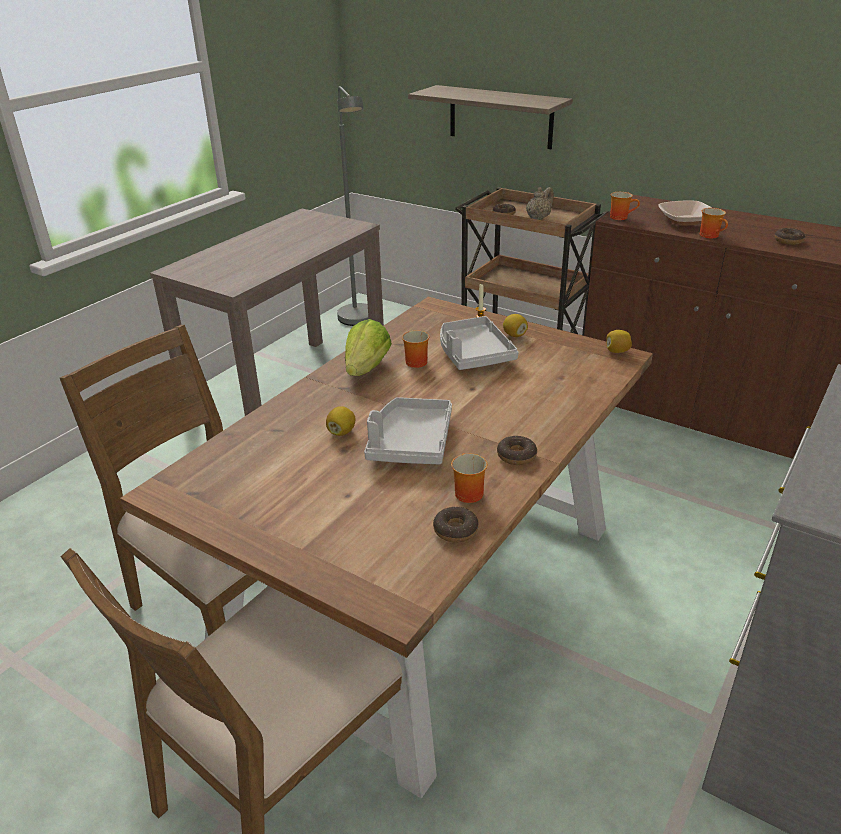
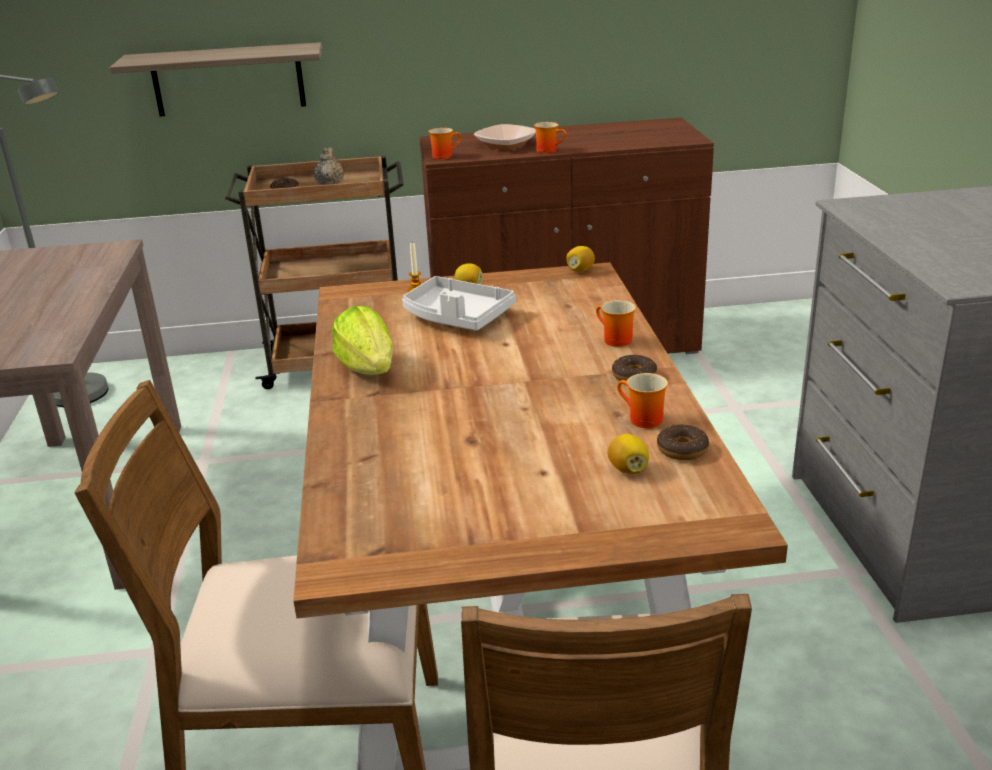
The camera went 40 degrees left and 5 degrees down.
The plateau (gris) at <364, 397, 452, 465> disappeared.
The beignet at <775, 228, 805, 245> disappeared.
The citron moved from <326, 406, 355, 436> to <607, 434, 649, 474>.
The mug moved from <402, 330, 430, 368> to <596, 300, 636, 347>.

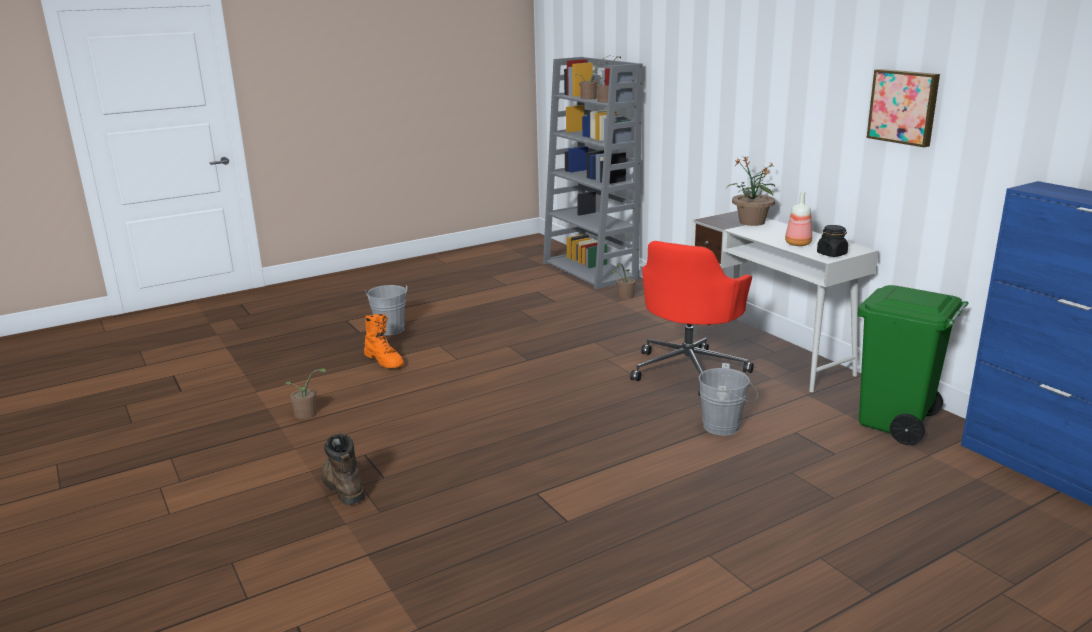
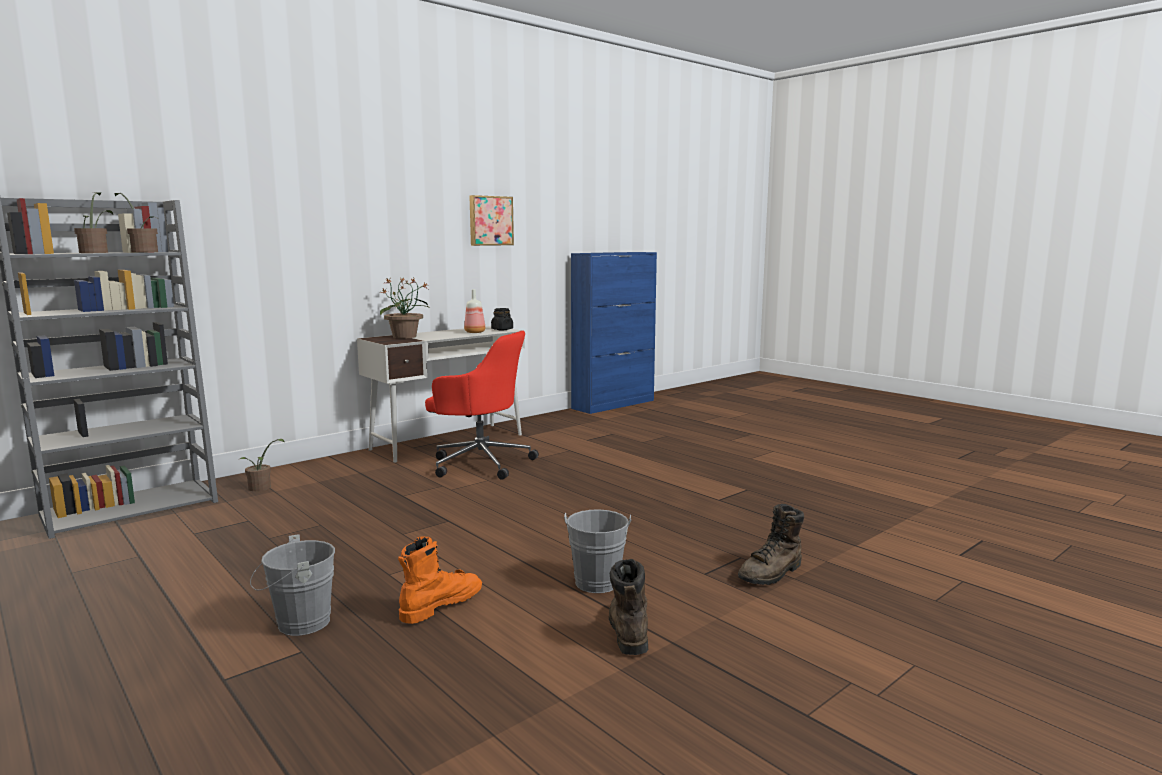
The camera went 100 degrees left and 10 degrees down.
The poubelle (vert) at <857, 285, 968, 445> disappeared.
The seau (gris) moved from <699, 363, 758, 436> to <564, 509, 631, 593>.
The plante en pot at <285, 368, 327, 419> was replaced by the botte (marron) at <609, 559, 648, 655>.

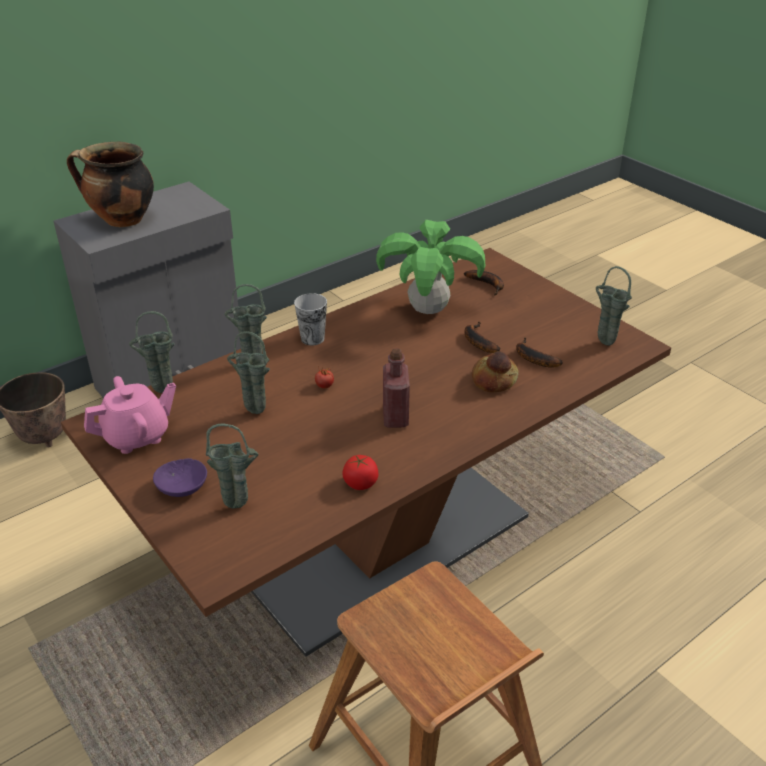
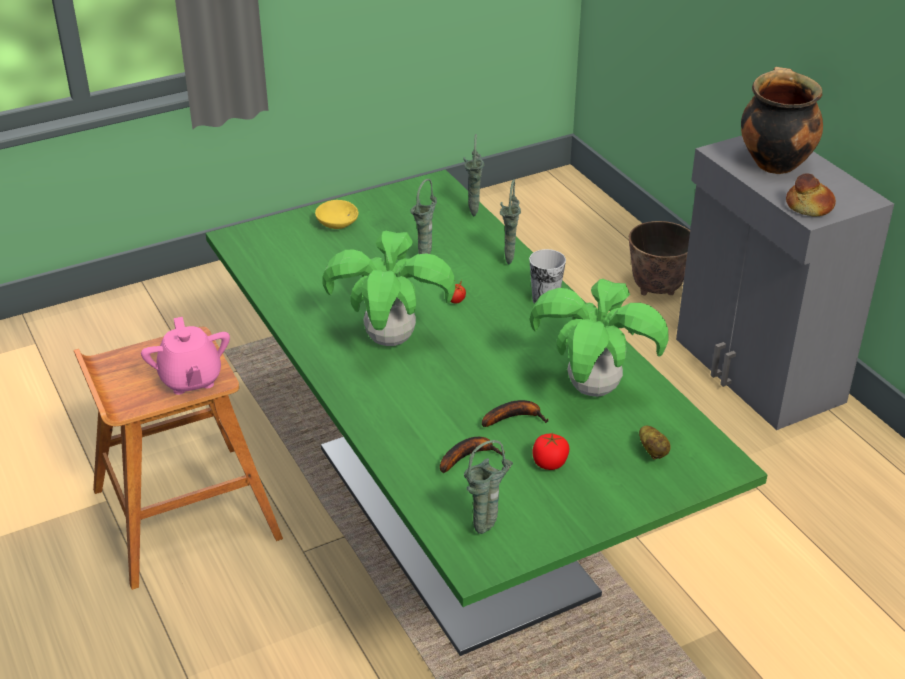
The camera went 100 degrees right and 0 degrees up.
The vase (vert) at <206, 423, 259, 508> disappeared.
The théière (rose) moved from <84, 376, 176, 454> to <141, 317, 230, 395>.
The tomate moved from <342, 455, 378, 490> to <532, 434, 569, 470>.
The pain moved from <472, 351, 519, 393> to <786, 173, 836, 217>.
The bouteille (rouge) at <383, 349, 410, 428> was replaced by the plante en pot at <323, 231, 455, 346>.
The banane at <464, 270, 504, 296> was replaced by the pomme de terre at <639, 426, 671, 459>.
The table à manger (marron) at <61, 248, 671, 657> became the table à manger (vert) at <206, 170, 767, 656>.
The bol (violet) at <153, 458, 207, 497> became the bol (jaune) at <315, 200, 358, 229>.

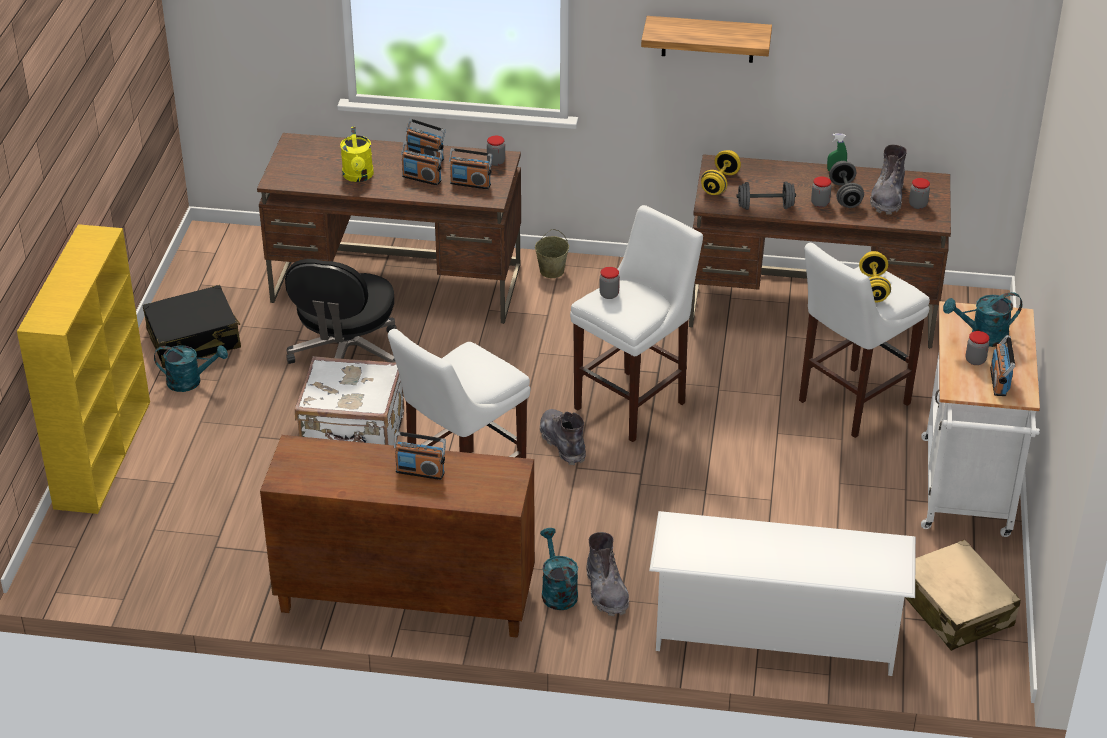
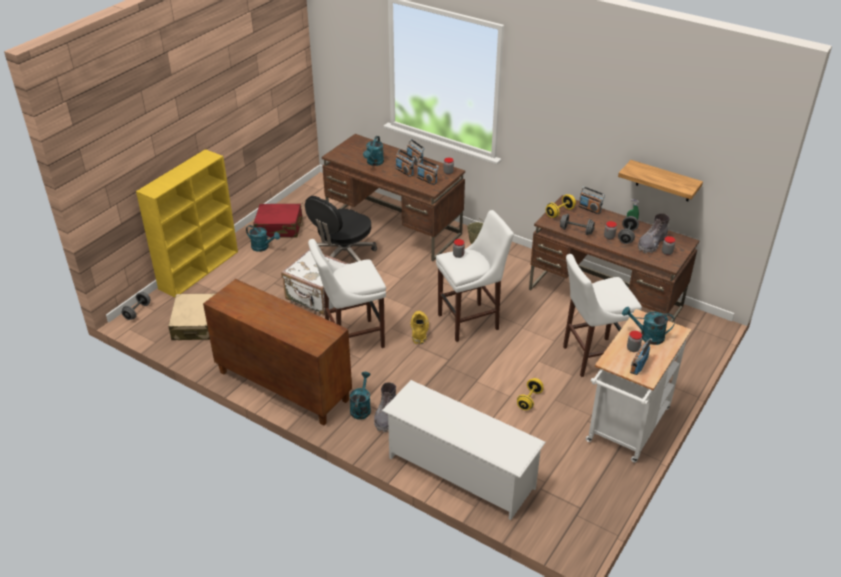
The camera went 25 degrees right and 0 degrees up.
The haltère (gris) at <122, 292, 150, 320> appeared.
The radio moved from <394, 431, 446, 480> to <578, 186, 605, 214>.
The étagère moved from <641, 16, 772, 63> to <618, 160, 703, 201>.
The haltère (jaune) moved from <859, 251, 891, 302> to <517, 378, 543, 410>.
The valise (beige) moved from <905, 540, 1021, 651> to <168, 293, 216, 340>.
The valise (noir) at <143, 285, 241, 368> became the valise (rouge) at <253, 204, 303, 238>.
The arrosoir (jaune) at <340, 127, 374, 182> became the arrosoir (turquoise) at <363, 136, 384, 166>.
The botte (gris) at <540, 409, 586, 465> became the botte (jaune) at <410, 311, 429, 344>.

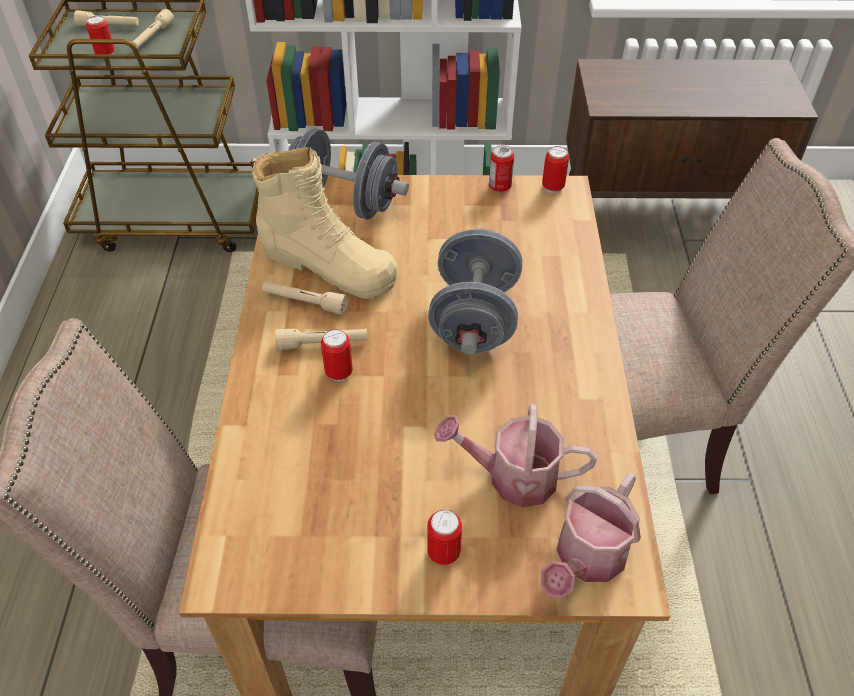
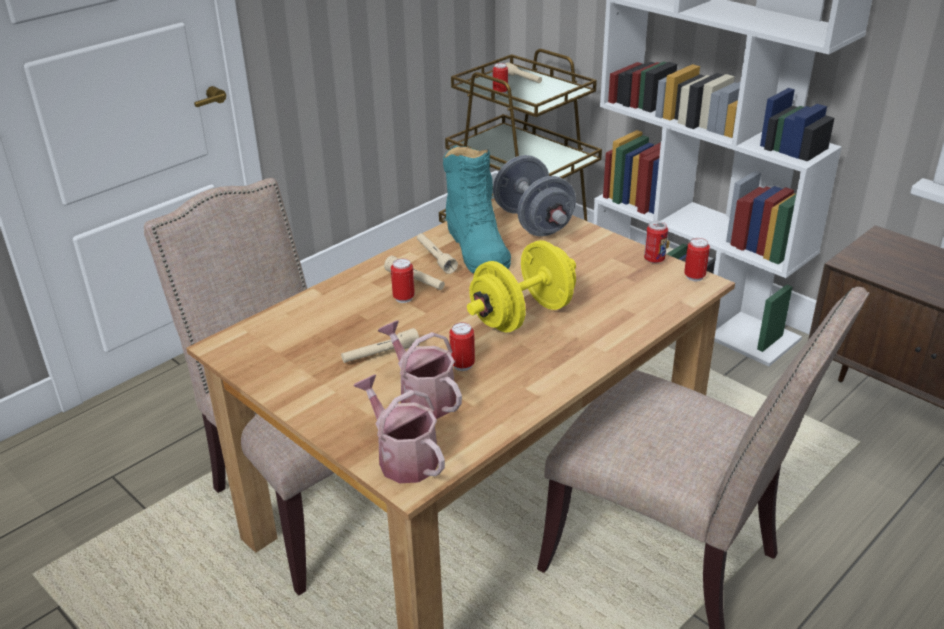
The camera went 45 degrees right and 15 degrees down.
The lampe de poche (beige) moved from <132, 9, 174, 49> to <341, 328, 420, 363>.
The boîte métallique moved from <427, 510, 462, 565> to <450, 322, 475, 371>.
The botte (beige) at <250, 147, 398, 299> became the botte (turquoise) at <443, 146, 511, 273>.
The haltère (gris) at <428, 228, 522, 355> became the haltère (jaune) at <467, 240, 576, 333>.
The arrosoir at <541, 473, 641, 599> turned 60 degrees clockwise.

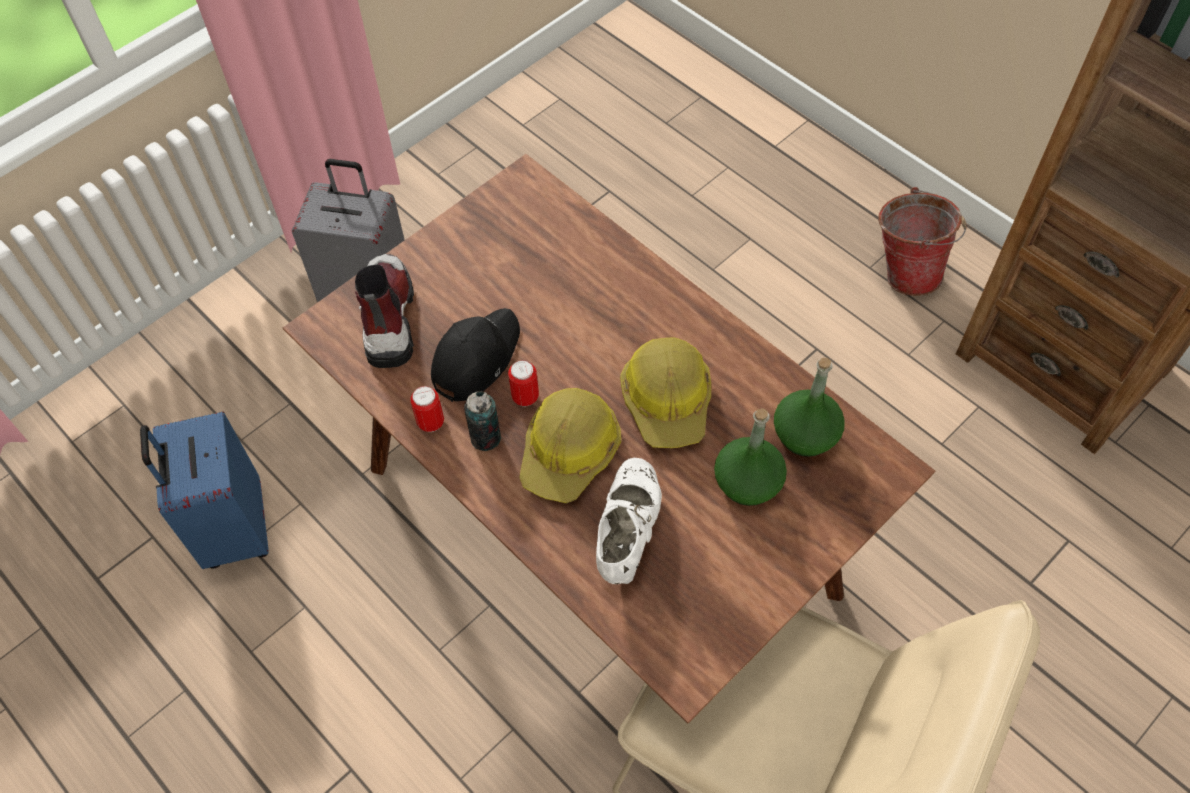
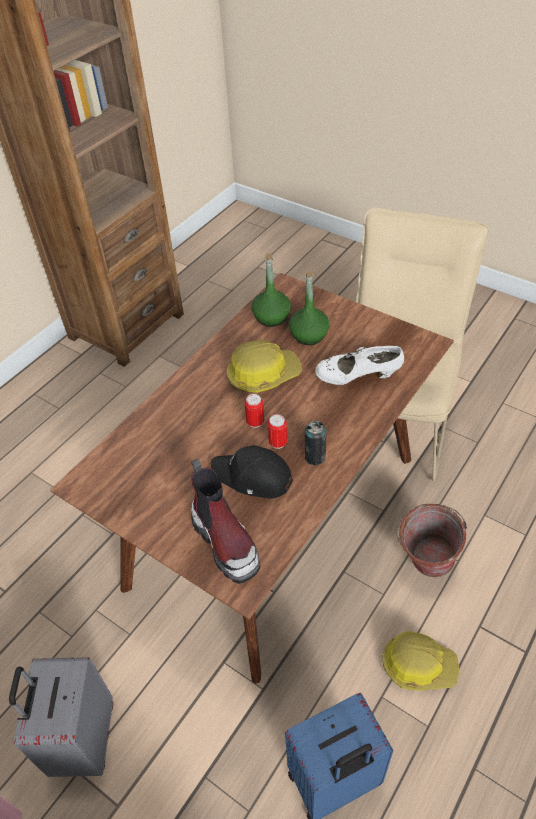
The camera went 100 degrees left and 10 degrees down.
The boîte métallique moved from <410, 386, 444, 432> to <244, 394, 264, 428>.
The casque de chantier moved from <519, 388, 621, 503> to <382, 631, 459, 691>.
The seau moved from <878, 187, 966, 296> to <396, 504, 467, 577>.
The botte at <355, 254, 414, 368> turned 105 degrees counterclockwise.

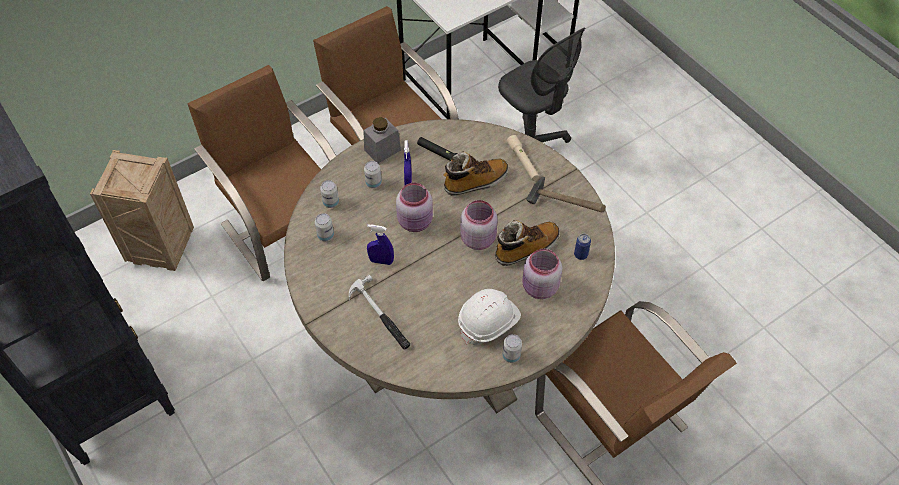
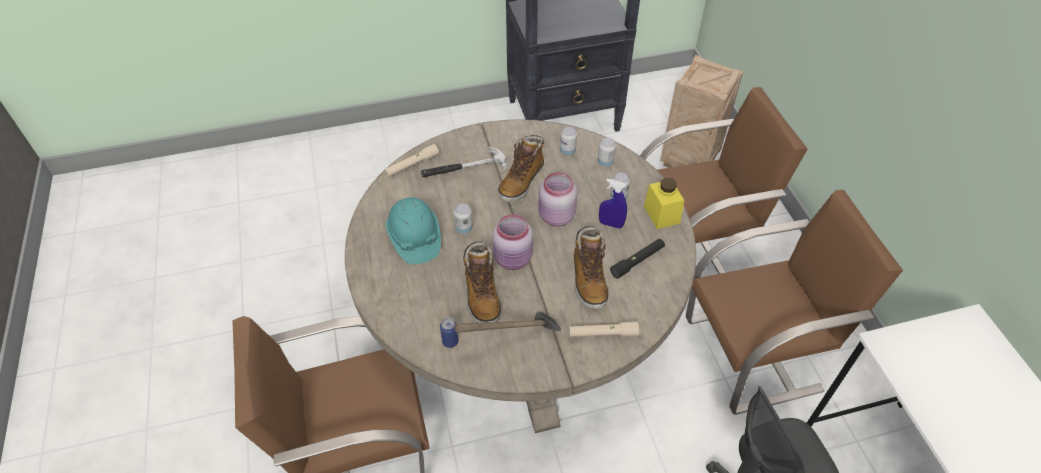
The camera went 110 degrees right and 5 degrees down.
The bocal (rose) at <522, 249, 562, 299> disappeared.
The lampe de poche (beige) at <385, 144, 439, 177> appeared.
The boîte métallique moved from <502, 334, 522, 363> to <454, 203, 473, 234>.
The vaporisateur (bleu) at <367, 224, 394, 265> was replaced by the botte at <498, 135, 544, 202>.
The bocal (gris) at <363, 117, 401, 163> became the bocal (jaune) at <644, 178, 684, 229>.
The casque de chantier (blanc) at <458, 289, 521, 345> became the casque de chantier (turquoise) at <386, 198, 441, 264>.

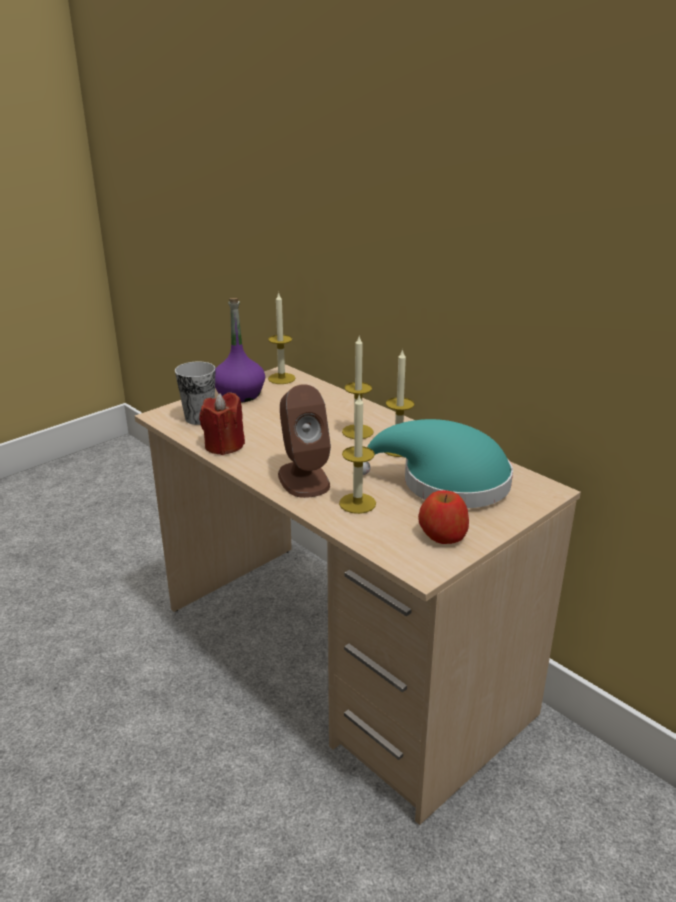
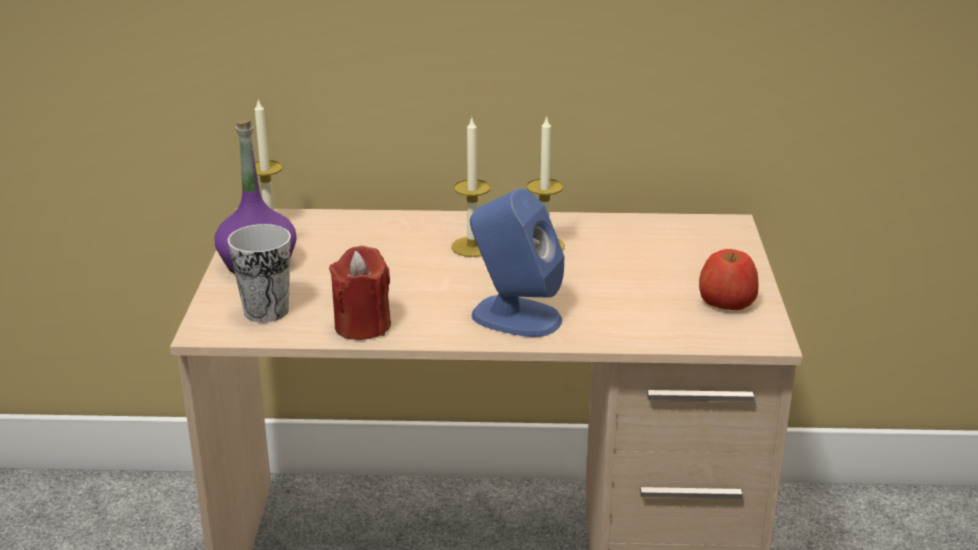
The camera went 45 degrees left and 0 degrees up.
The bougie at <339, 395, 376, 514> disappeared.
The chapeau (turquoise) at <363, 419, 513, 508> disappeared.
The enceinte (marron) at <278, 384, 331, 498> became the enceinte (bleu) at <470, 188, 565, 337>.

